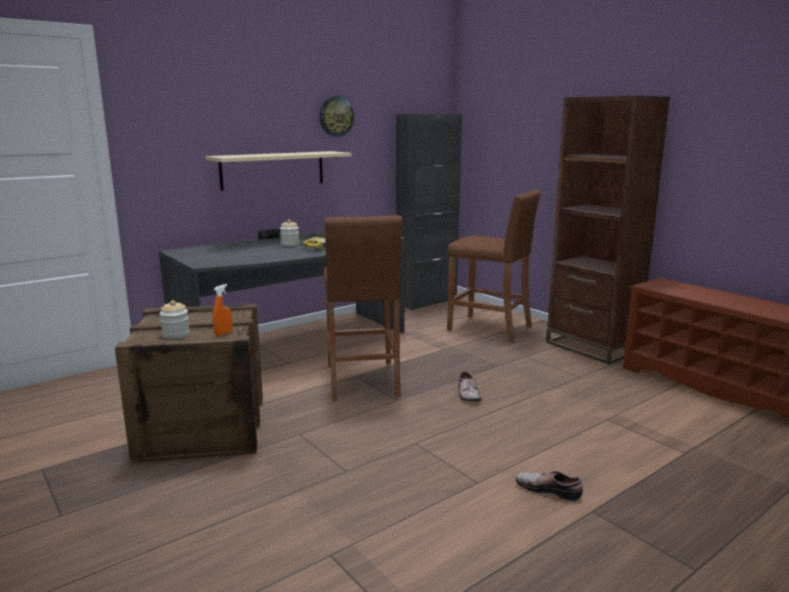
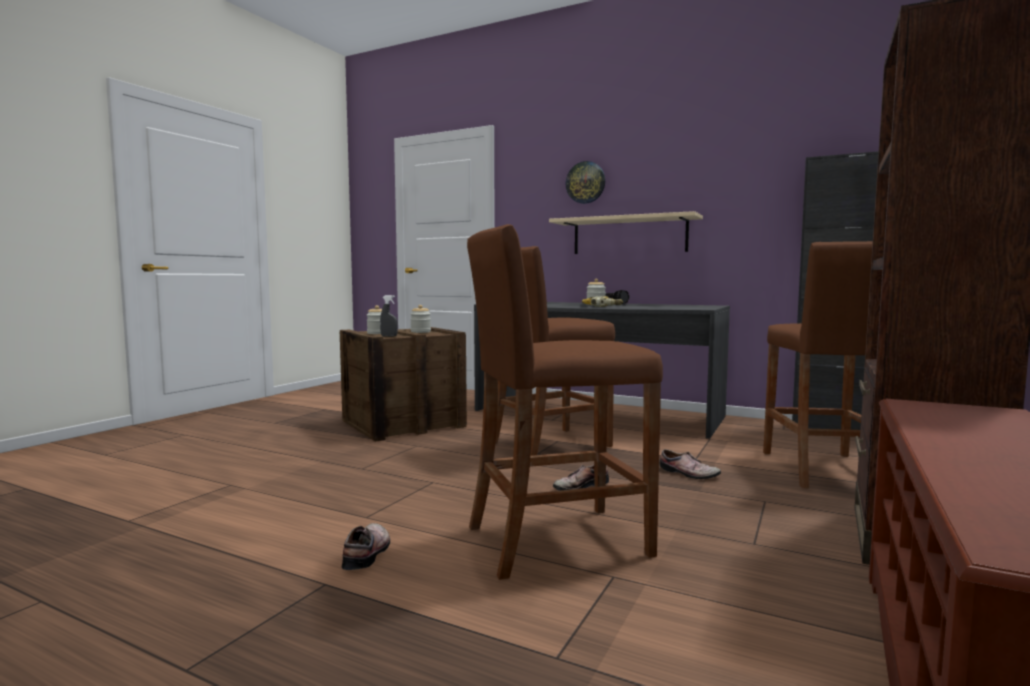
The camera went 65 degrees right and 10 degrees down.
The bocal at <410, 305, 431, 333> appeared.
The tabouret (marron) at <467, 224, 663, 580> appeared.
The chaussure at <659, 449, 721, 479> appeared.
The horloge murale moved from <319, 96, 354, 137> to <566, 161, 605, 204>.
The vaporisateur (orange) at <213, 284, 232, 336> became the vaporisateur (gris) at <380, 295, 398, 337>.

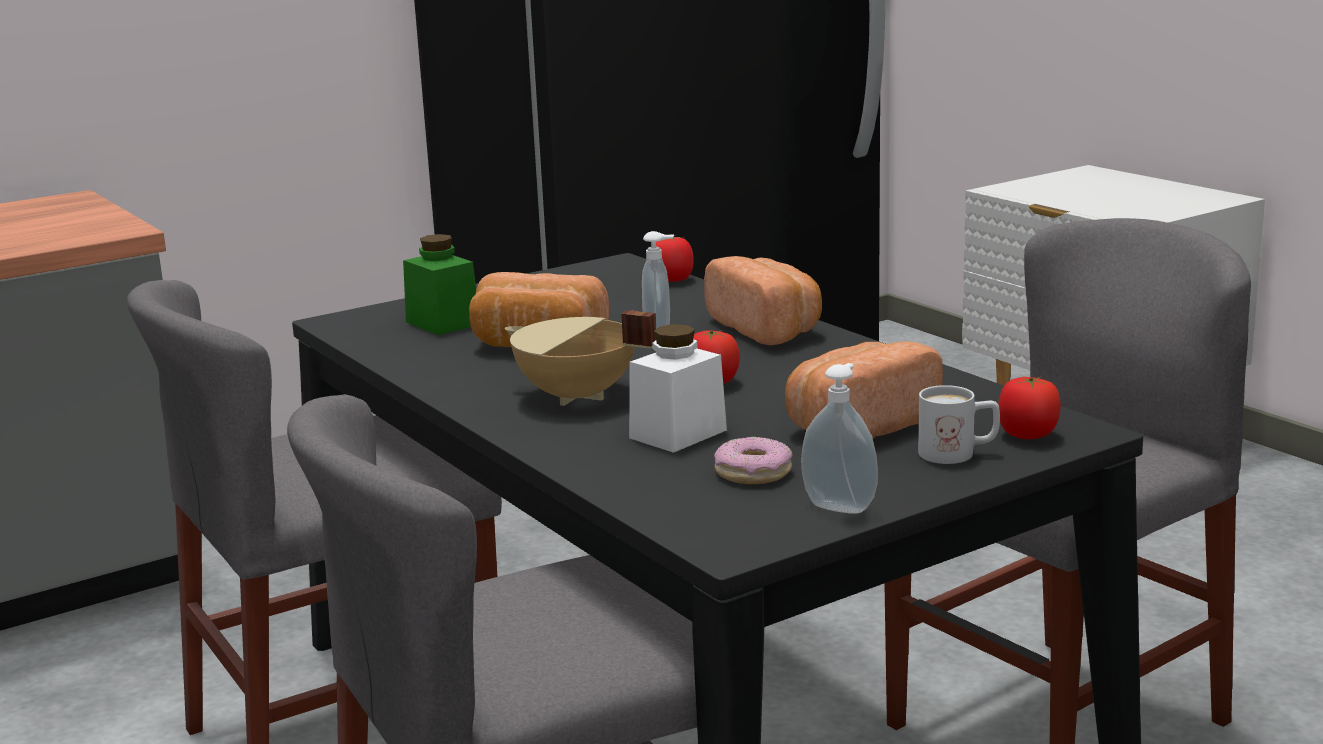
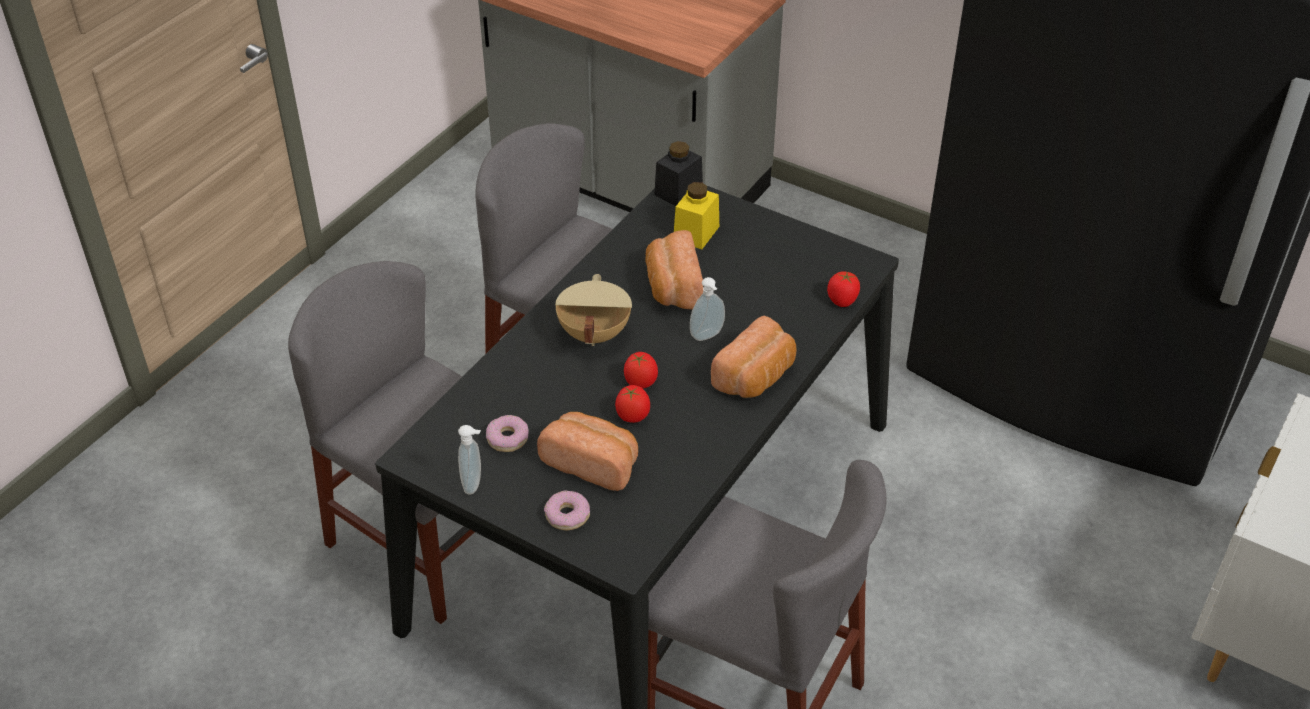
The camera went 65 degrees right and 25 degrees up.
The bocal (blanc) at <629, 324, 727, 453> disappeared.
The bocal (noir) at <654, 141, 703, 206> appeared.
The tomate moved from <998, 377, 1061, 439> to <615, 385, 650, 423>.
The mug (blanc) at <918, 385, 1000, 464> was replaced by the beignet at <544, 491, 590, 530>.
The bocal (vert) at <403, 234, 476, 335> became the bocal (jaune) at <674, 182, 719, 249>.

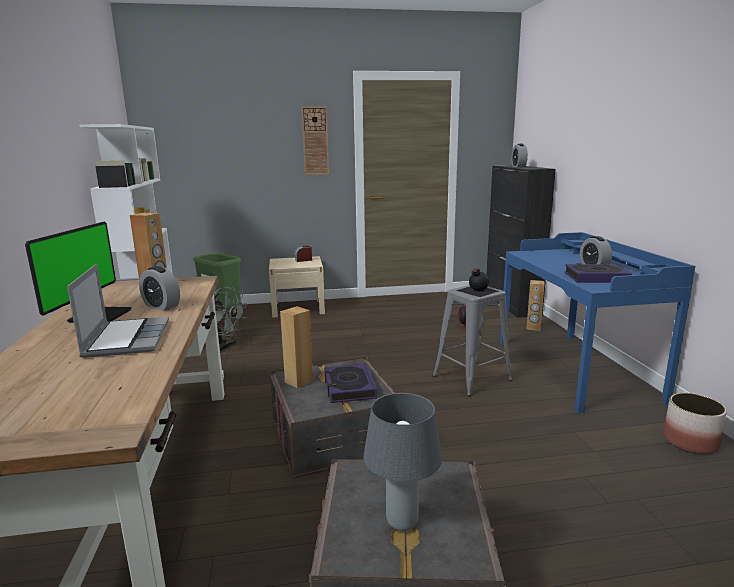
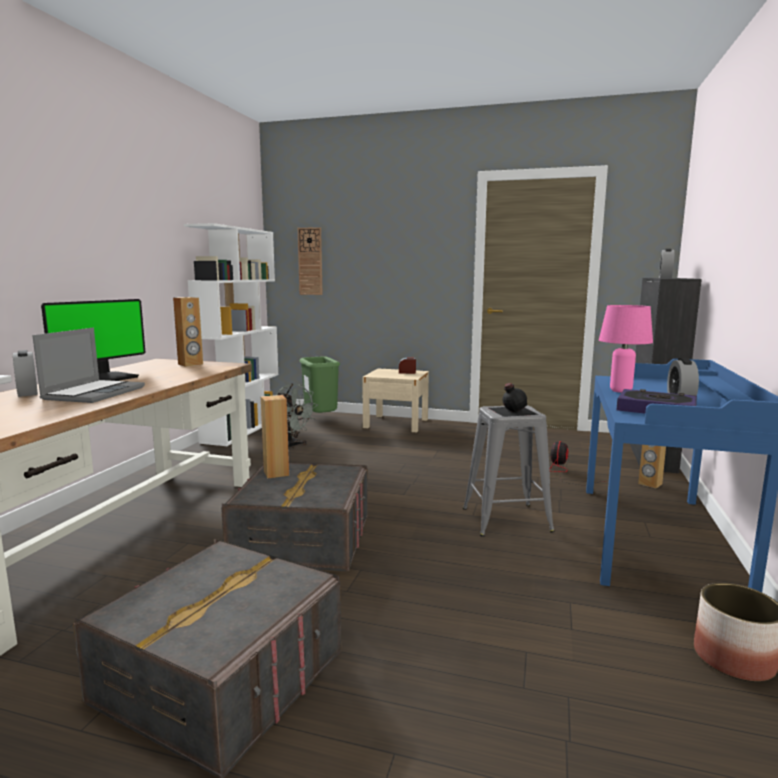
The camera went 25 degrees right and 5 degrees down.
The livre at <324, 364, 377, 403> disappeared.
The lampe de table (gris) at <363, 393, 442, 531> disappeared.
The lampe de table (rose) at <599, 305, 653, 393> appeared.
The réveil moved from <139, 266, 180, 310> to <13, 350, 38, 397>.
The horloge murale moved from <302, 106, 329, 175> to <298, 227, 323, 295>.

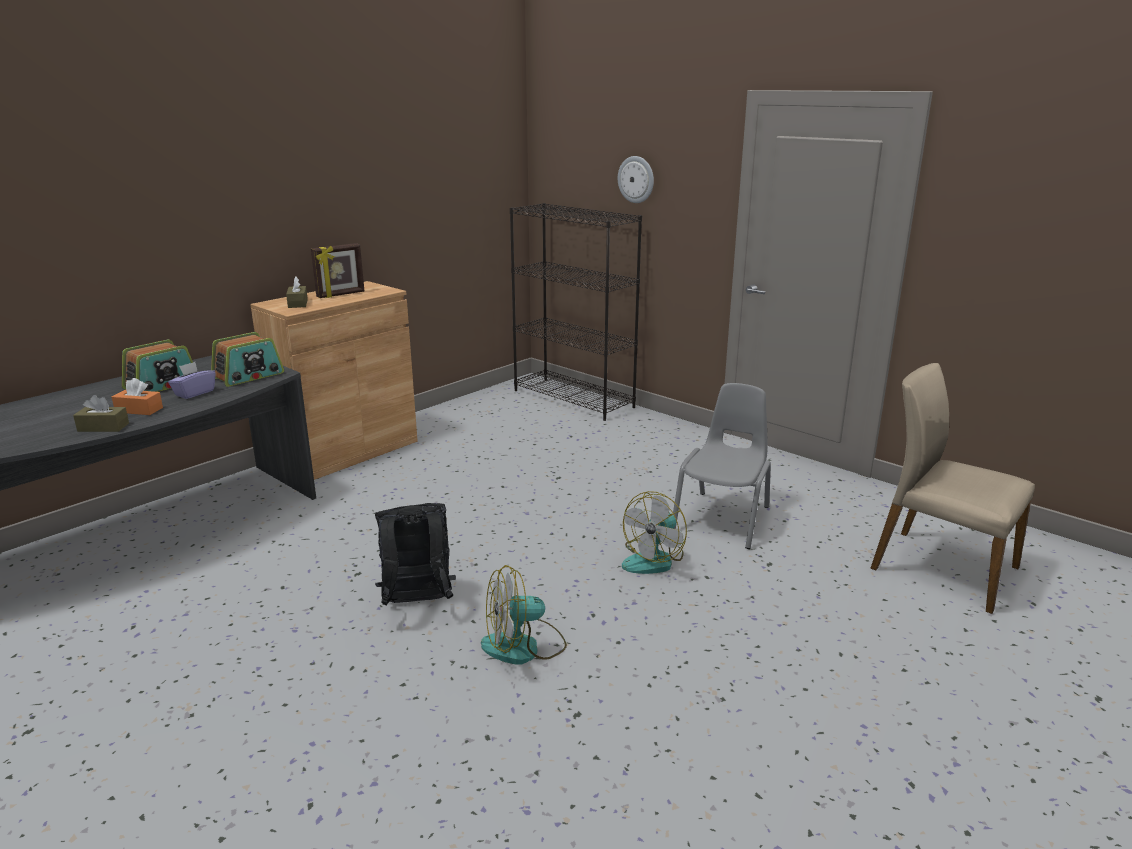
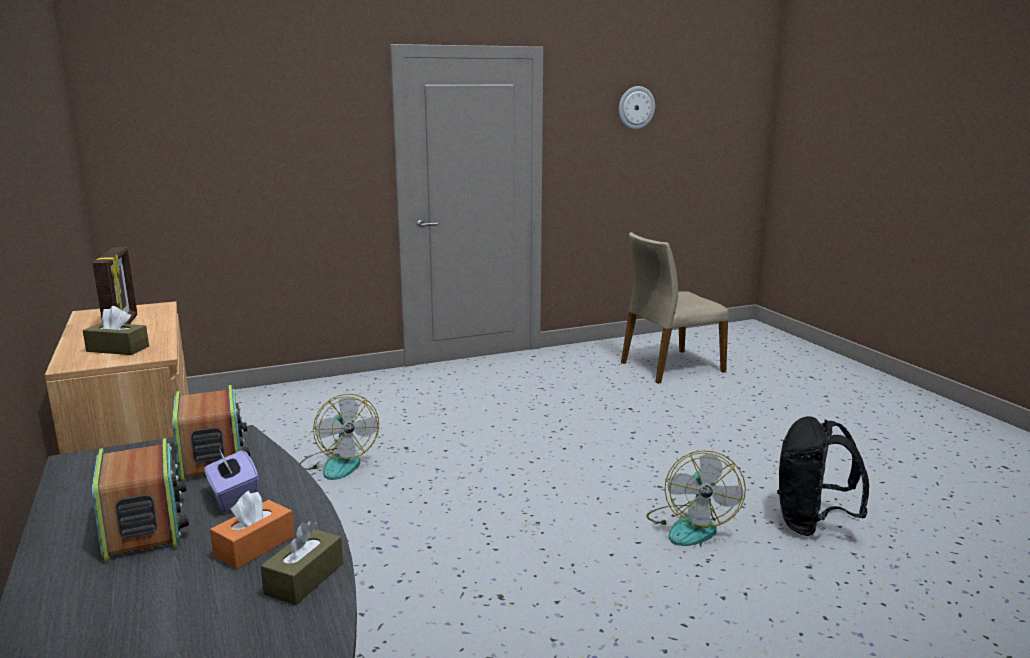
The camera went 65 degrees left and 5 degrees down.
The bibliothèque (noir) at <510, 203, 642, 421> disappeared.
The chaise (gris) at <673, 383, 771, 549> disappeared.
The sac à dos (noir) moved from <375, 503, 456, 606> to <777, 416, 869, 536>.
The horloge murale moved from <618, 156, 654, 203> to <619, 86, 655, 129>.
The ventilateur moved from <622, 491, 687, 574> to <300, 394, 379, 480>.

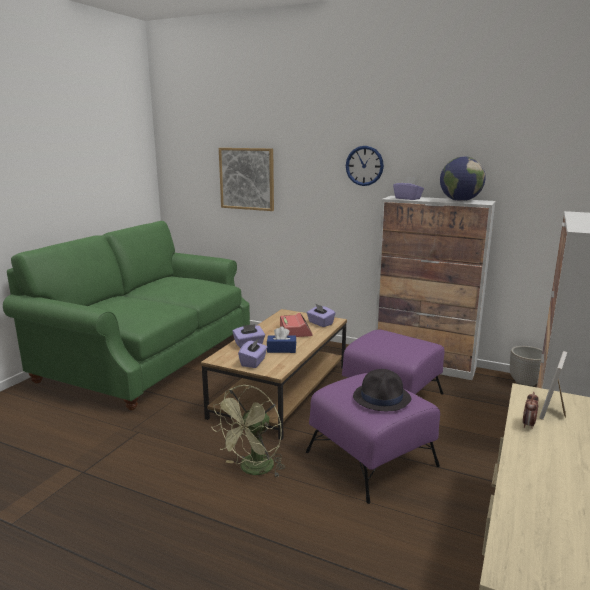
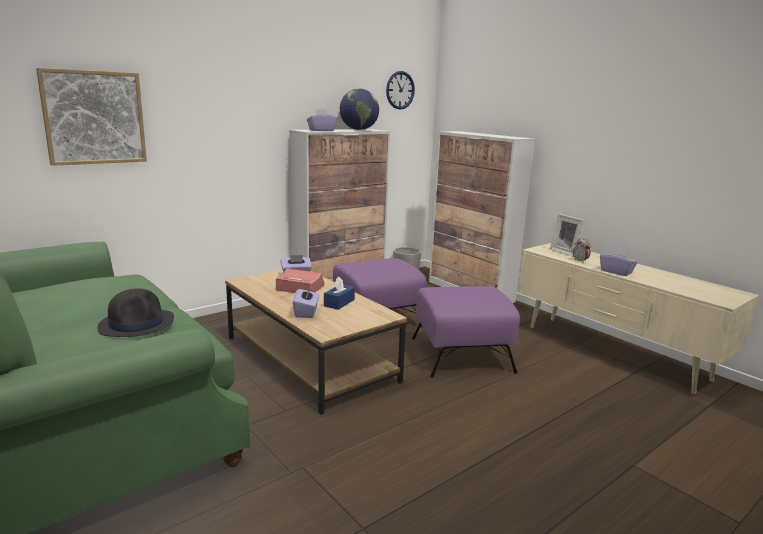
The camera went 65 degrees left and 0 degrees up.
The ventilateur (vert) at <211, 385, 285, 478> disappeared.
The boîte à mouchoirs (violet) moved from <238, 339, 267, 368> to <600, 247, 638, 276>.
The horloge murale moved from <346, 146, 384, 186> to <386, 71, 415, 110>.
The chapeau (noir) moved from <353, 369, 411, 411> to <97, 288, 174, 337>.

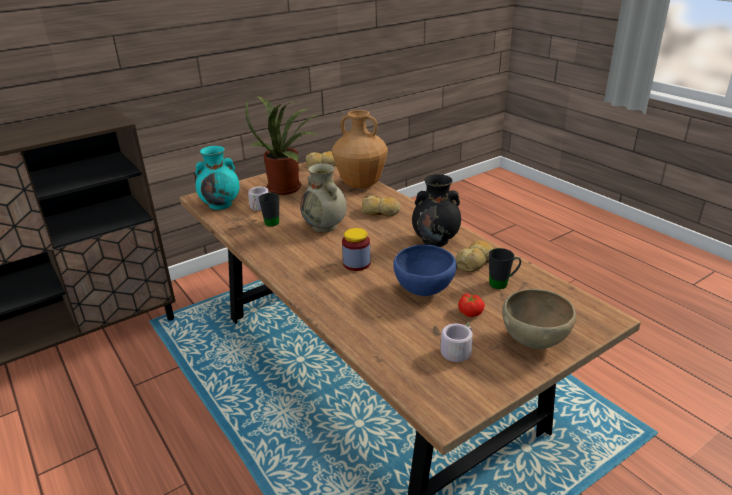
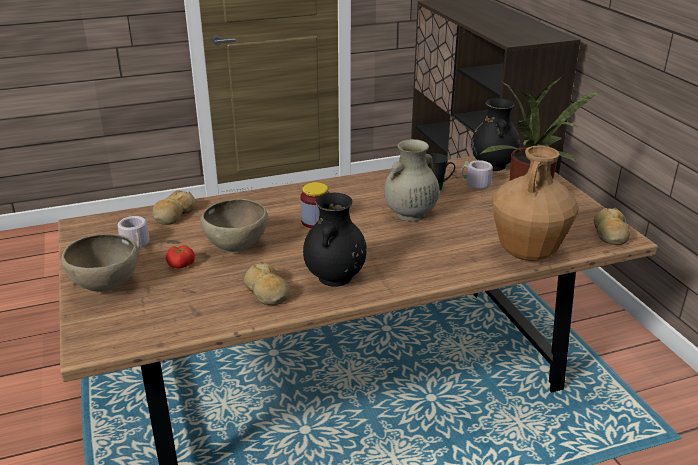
The camera went 105 degrees right and 0 degrees up.
The mug (noir) at <489, 248, 521, 289> disappeared.
The pain moved from <361, 195, 401, 216> to <153, 190, 196, 225>.
The vase (turquoise) at <195, 146, 240, 210> became the vase (noir) at <471, 98, 520, 171>.
The bol (bleu) at <393, 245, 457, 296> became the bol (marron) at <200, 199, 268, 252>.

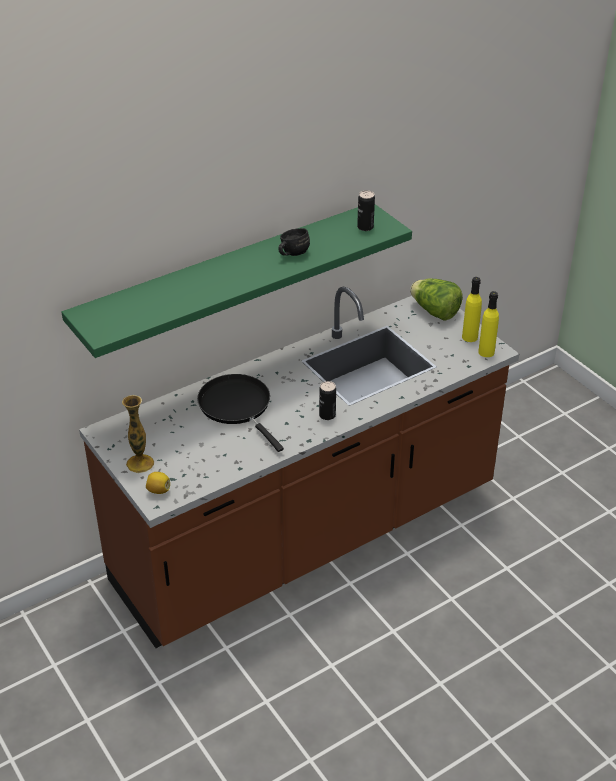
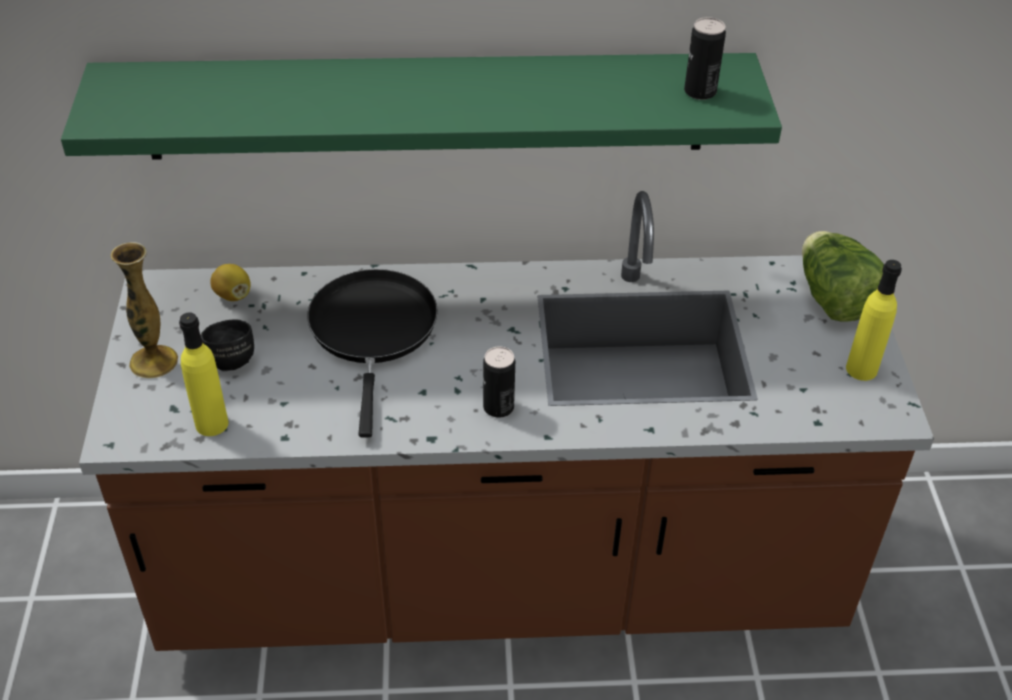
The camera went 30 degrees right and 5 degrees up.
The citron moved from <146, 472, 170, 494> to <210, 264, 251, 301>.
The mug (noir) moved from <278, 228, 310, 256> to <201, 320, 254, 371>.
The bouteille (jaune) moved from <478, 291, 499, 357> to <179, 312, 228, 436>.

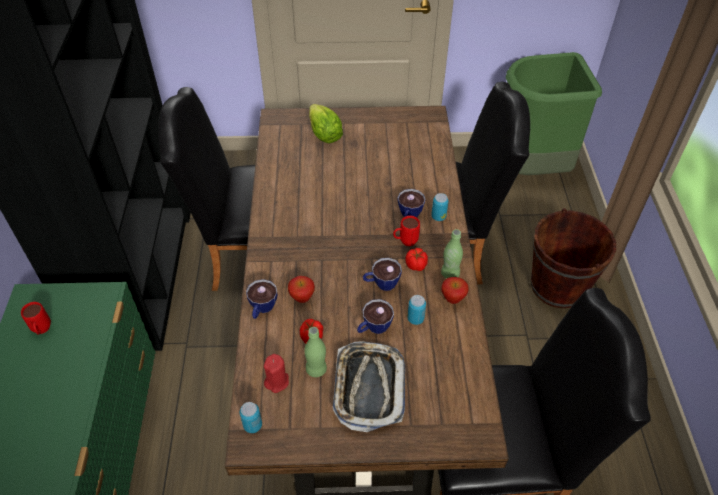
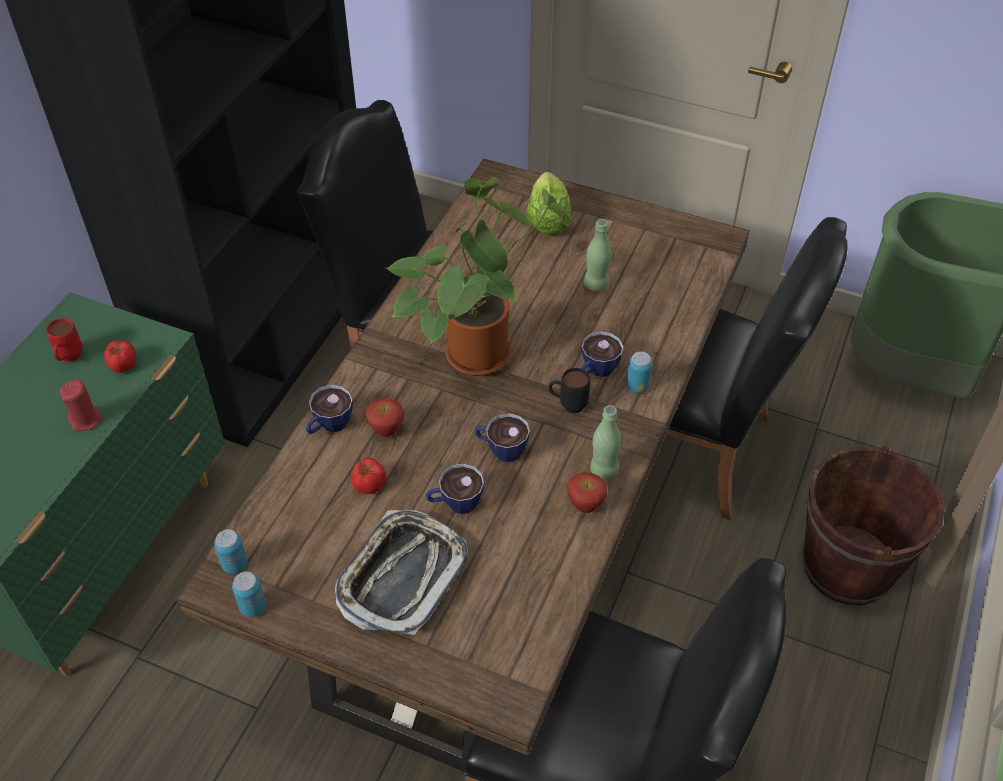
The camera went 25 degrees right and 0 degrees up.
The plante en pot at <385, 177, 567, 376> appeared.
The bougie (rouge) moved from <264, 354, 289, 393> to <60, 380, 102, 431>.
The bouteille (vert) moved from <304, 327, 327, 377> to <584, 219, 612, 291>.
The tomate moved from <405, 248, 428, 271> to <104, 340, 136, 373>.
The boîte métallique moved from <407, 295, 426, 325> to <232, 572, 266, 617>.
The mug (rouge) at <393, 216, 420, 246> became the mug (noir) at <549, 368, 590, 413>.

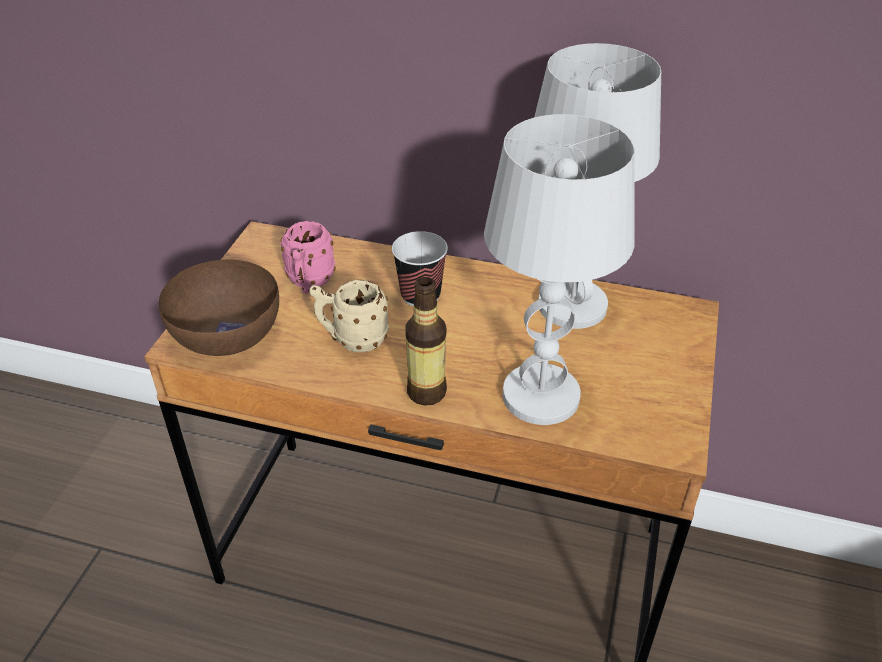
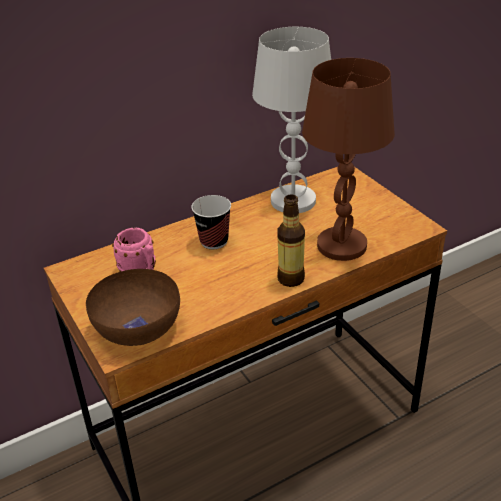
The camera went 45 degrees left and 5 degrees down.
The mug (beige) at <309, 280, 389, 352> disappeared.
The lampe de table (blanc) at <484, 114, 634, 425> became the lampe de table (marron) at <302, 58, 395, 261>.

